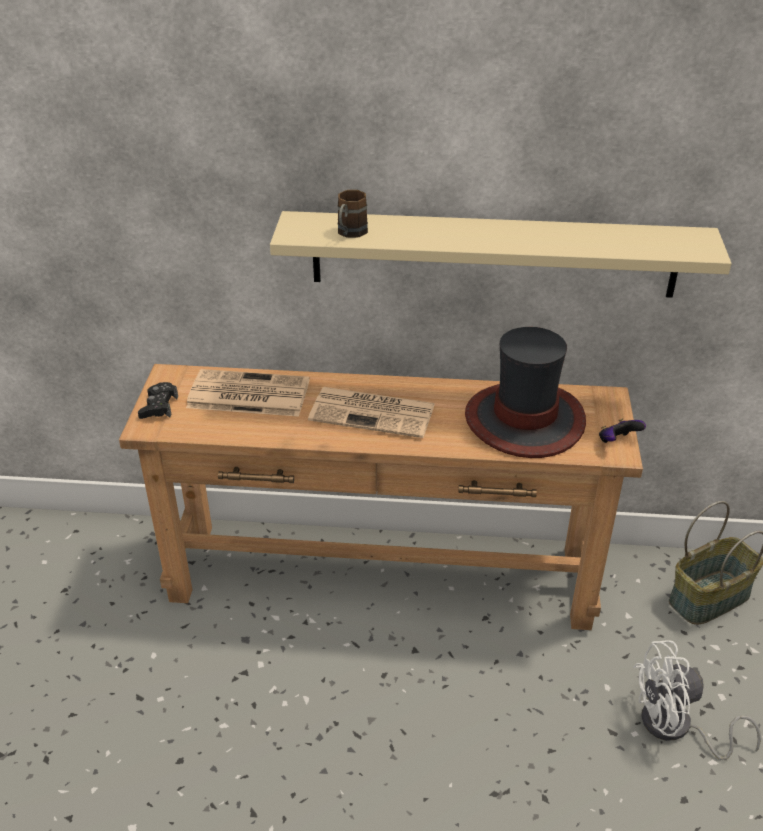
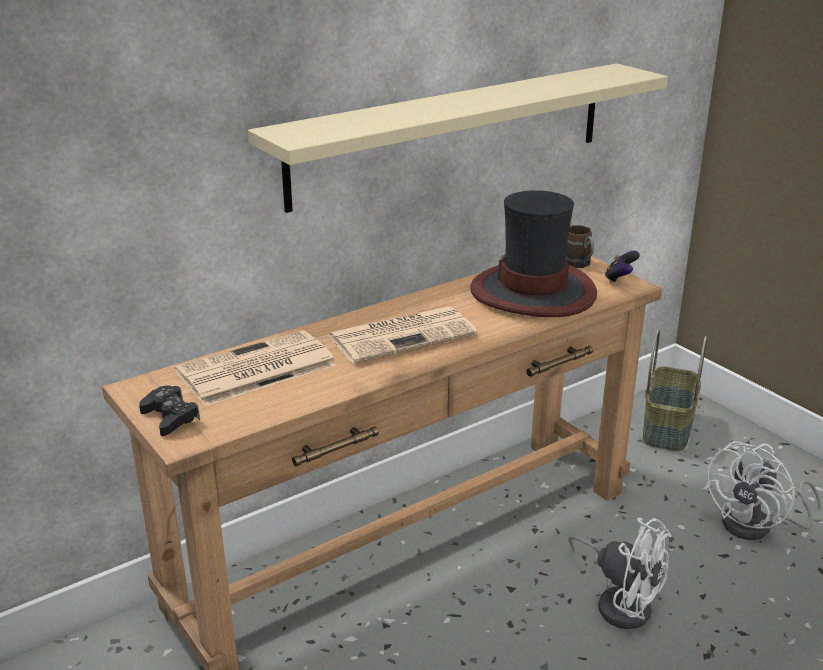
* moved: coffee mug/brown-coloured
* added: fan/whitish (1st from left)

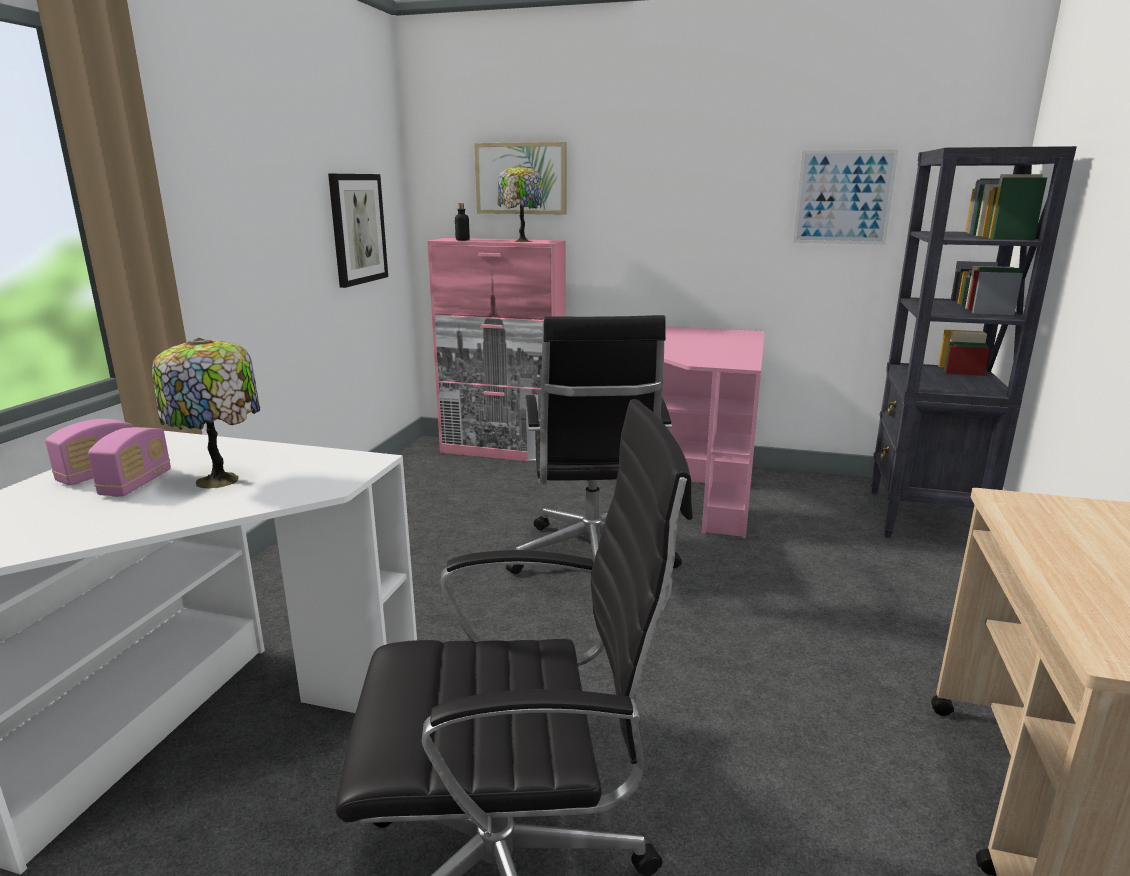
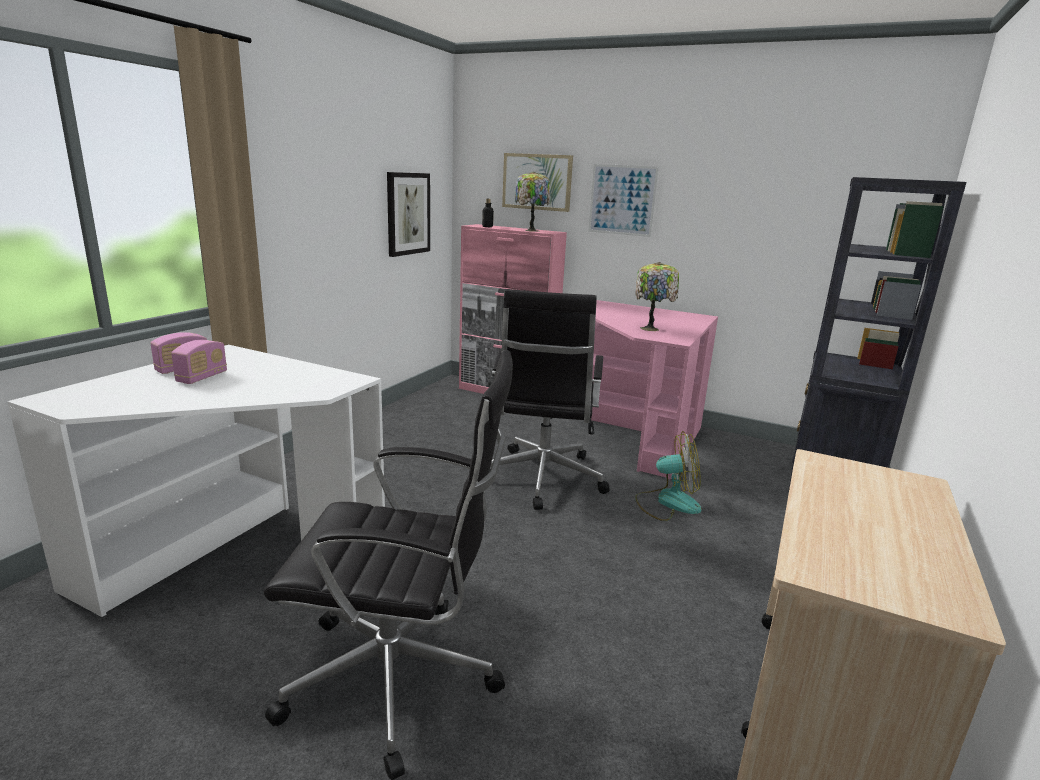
* moved: wall art (3rd from left)
* moved: lamp for a table (1st from left in the first image) to lamp for a table (2nd from left)
* added: fan

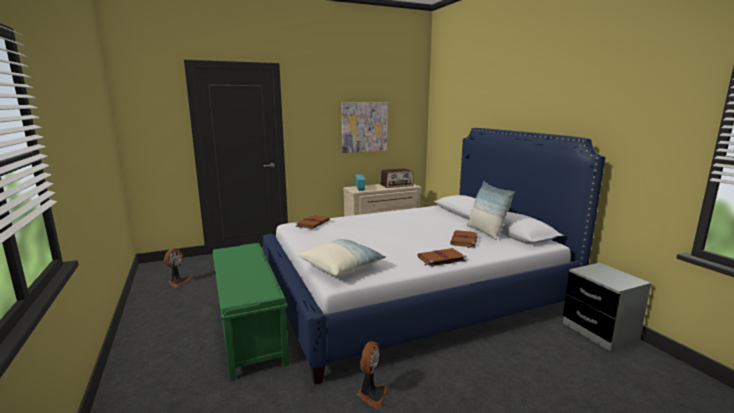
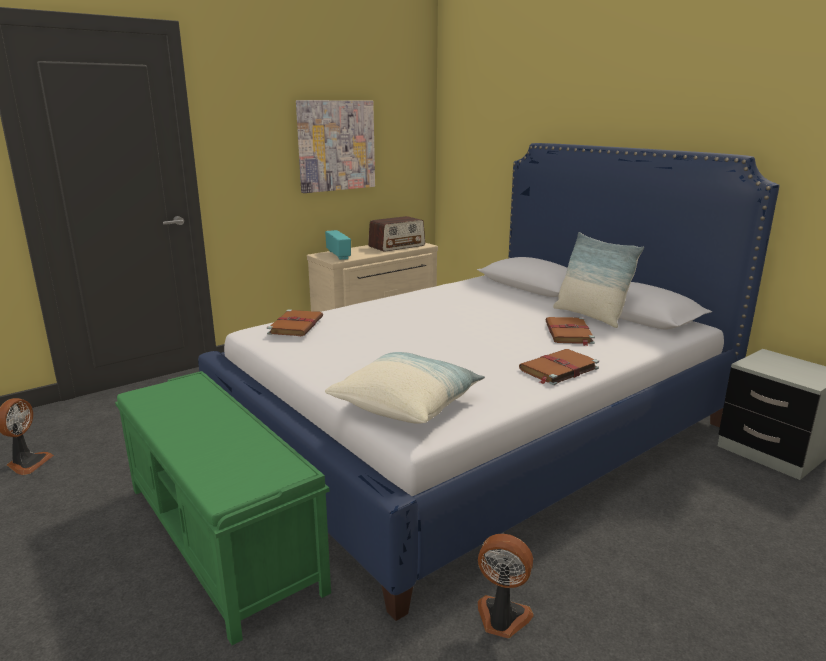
* turned: fan (2nd from left) 75 degrees counterclockwise

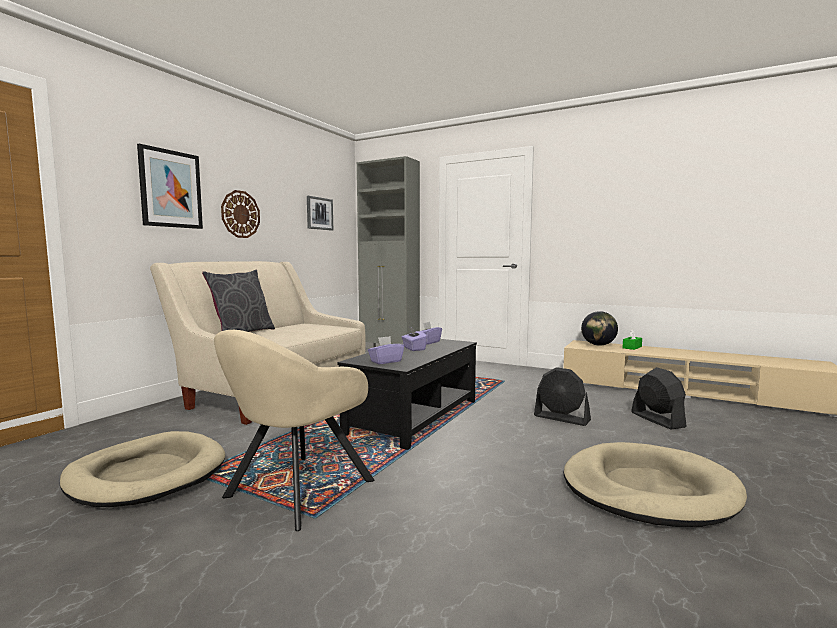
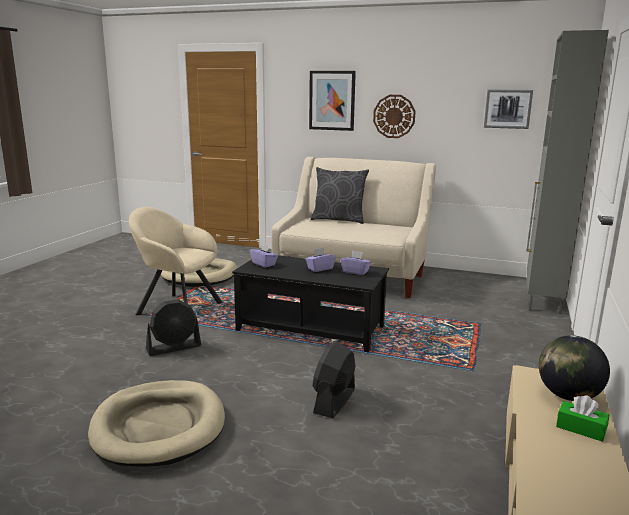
* moved: fan/black (2nd from left in the first image) to fan/black (1st from left)

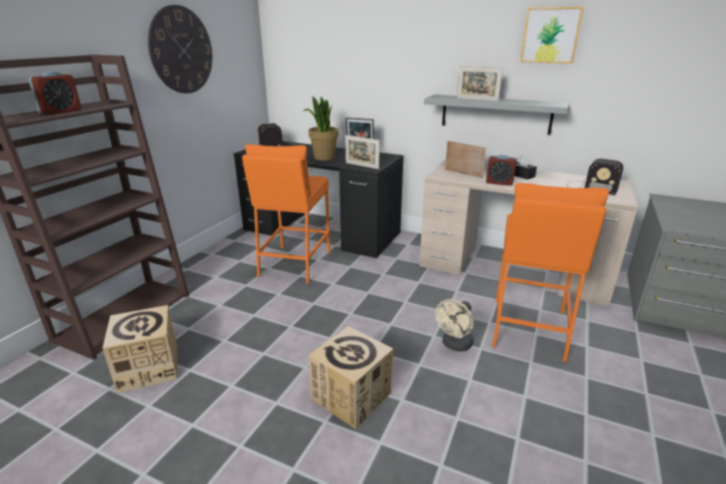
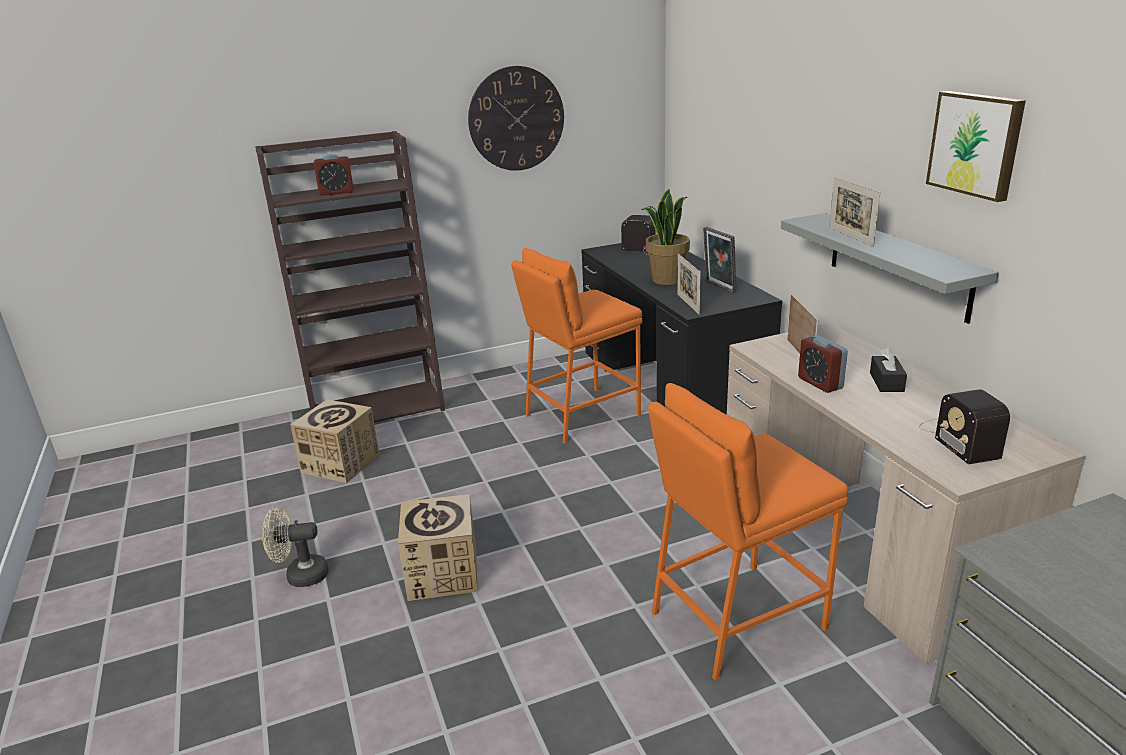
* moved: fan/sand-coloured

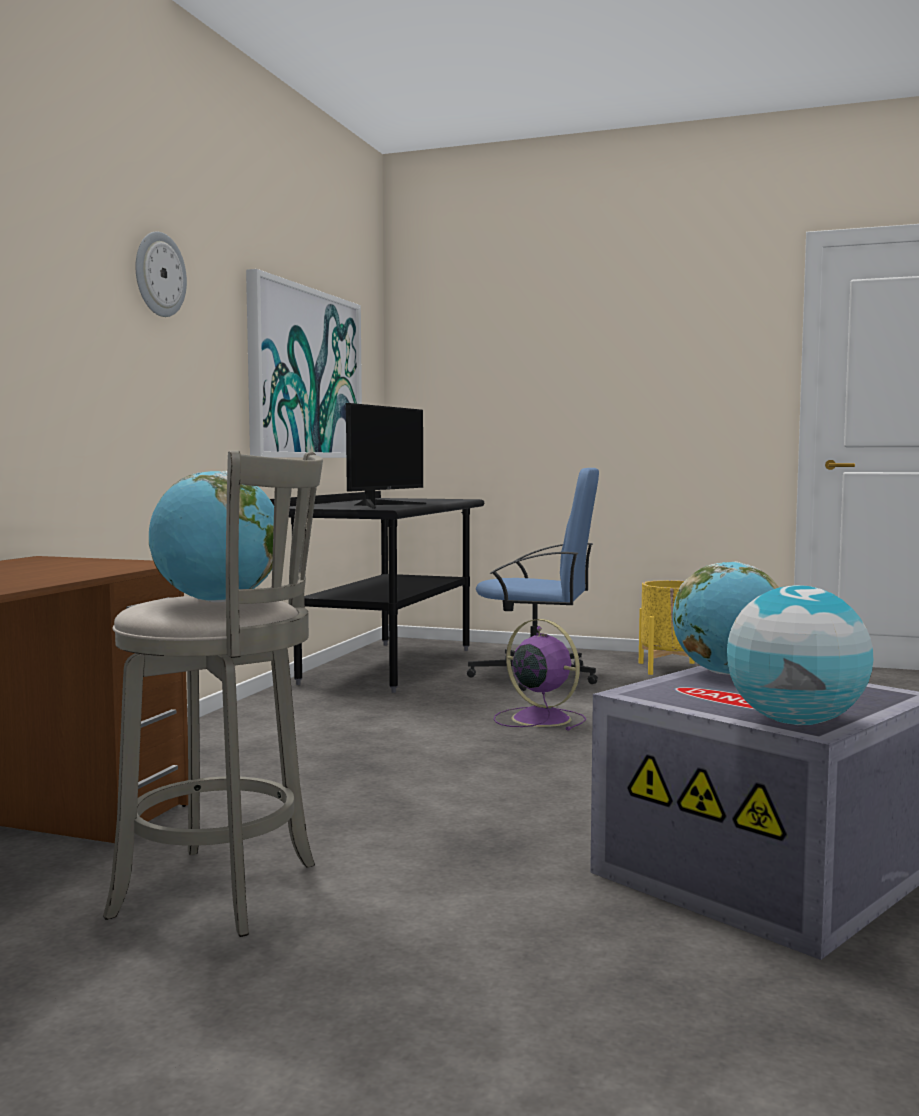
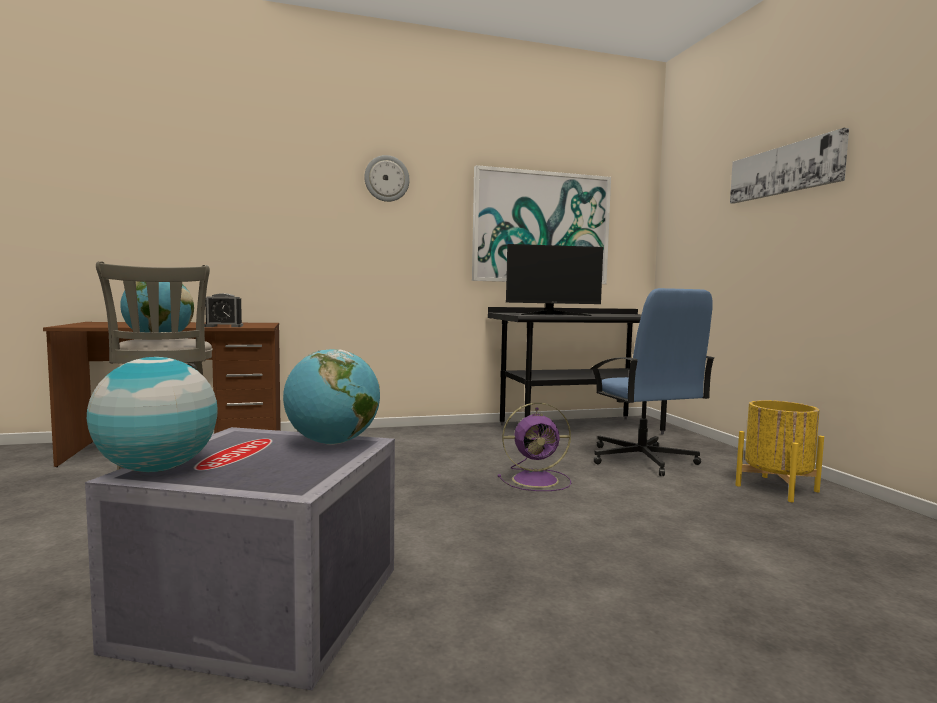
* turned: fan/purple-coloured 75 degrees clockwise
* added: wall art (2nd from left)
* added: table clock

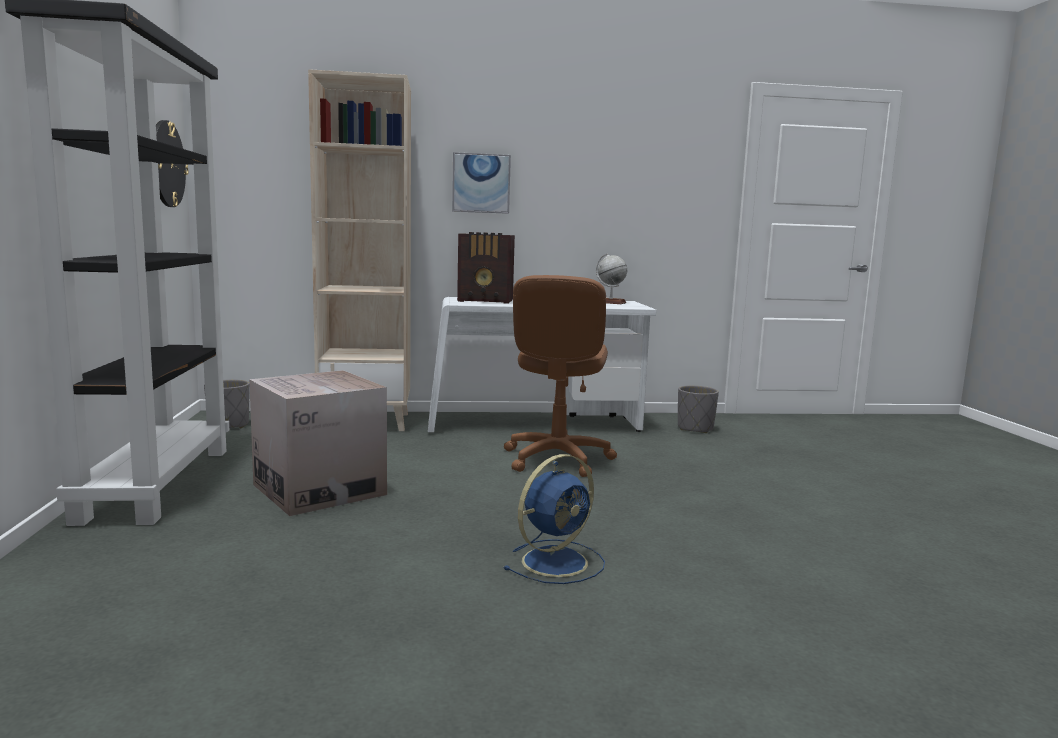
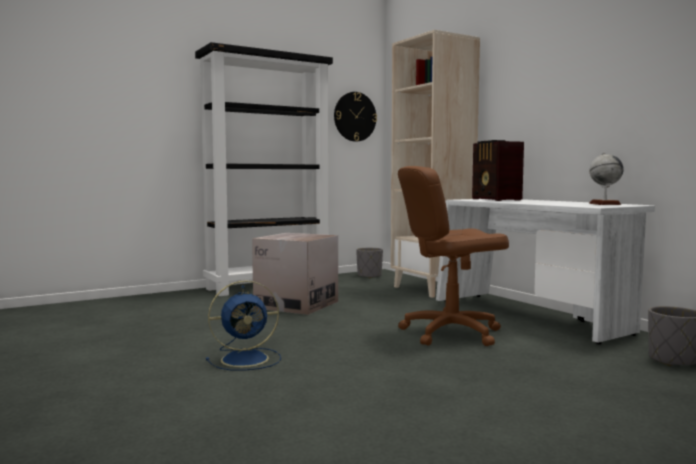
* removed: wall art
* turned: fan/blue-coloured 45 degrees counterclockwise

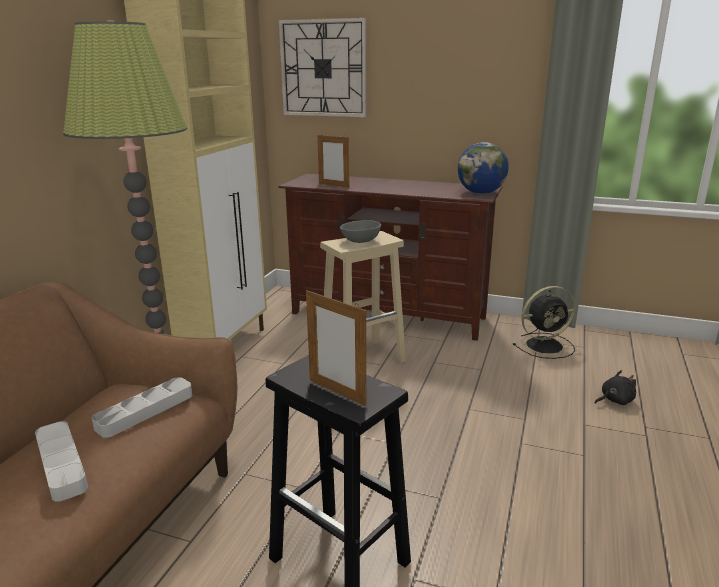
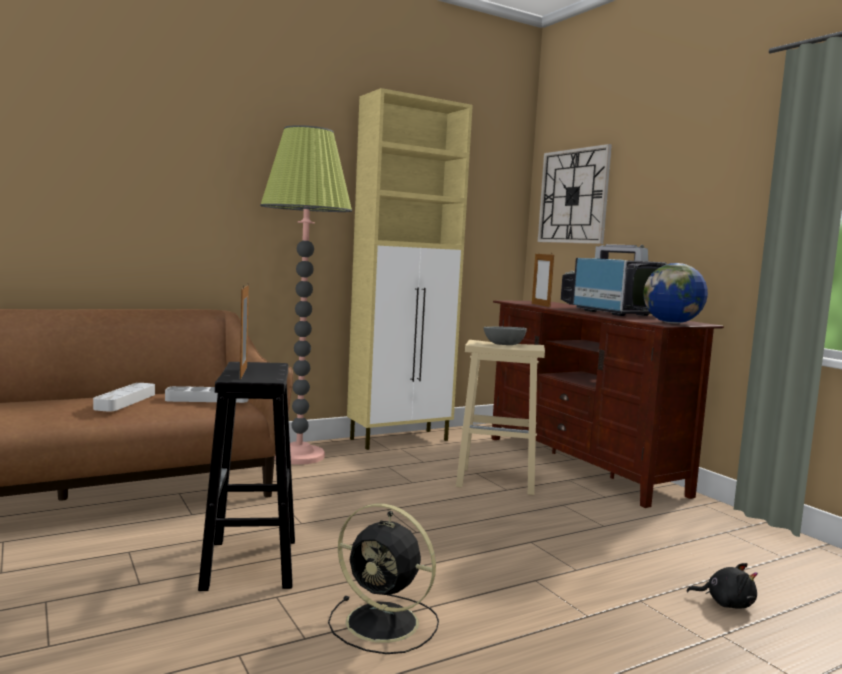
* moved: fan/black
* added: TV set

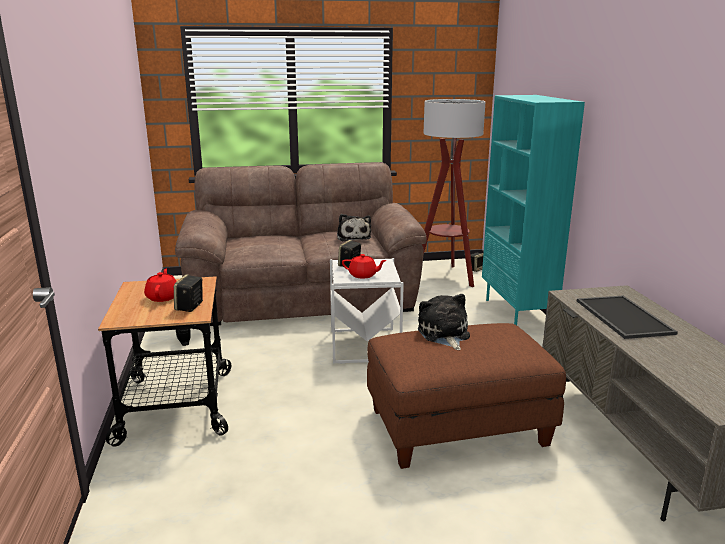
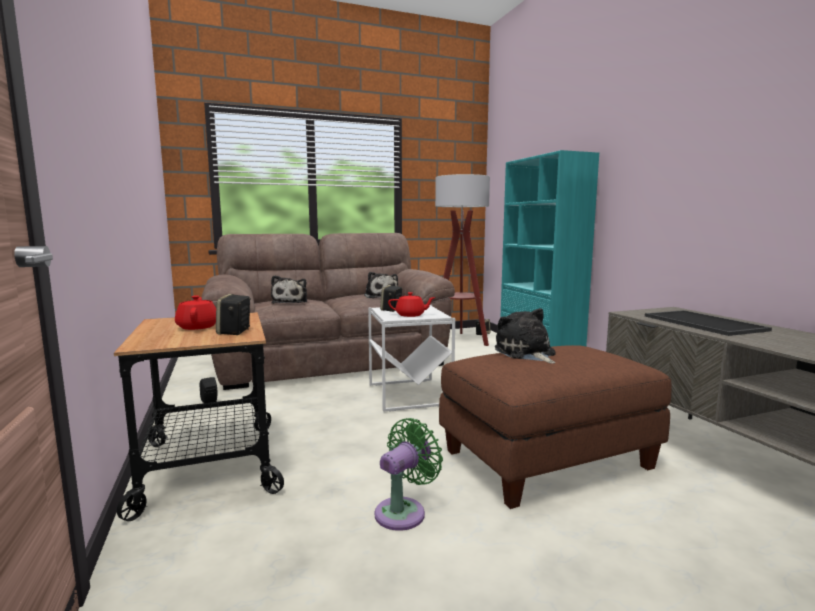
* added: cuddly toy (1st from left)
* added: fan/greenish

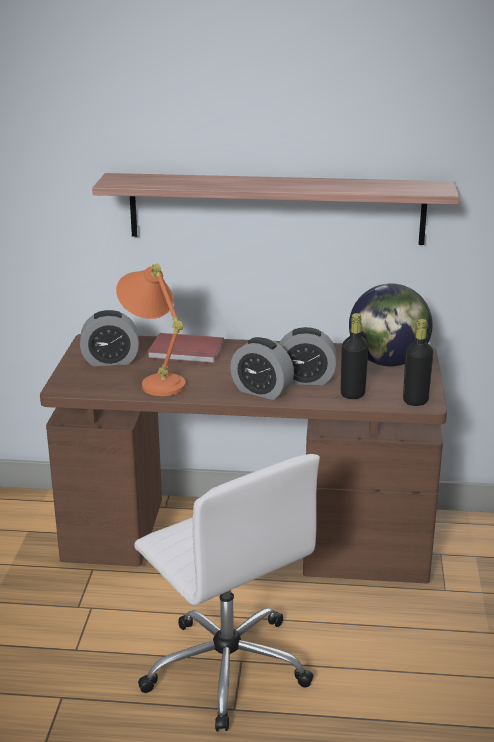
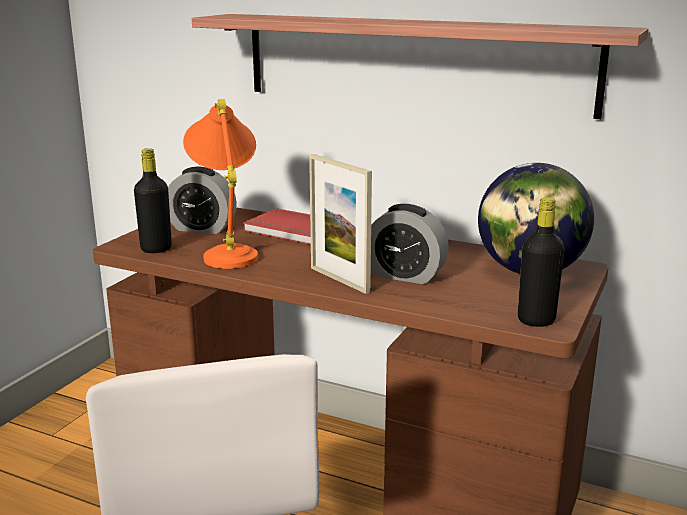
* moved: bottle/black (1st from left)
* replaced: table clock (2nd from left) to photo frame

